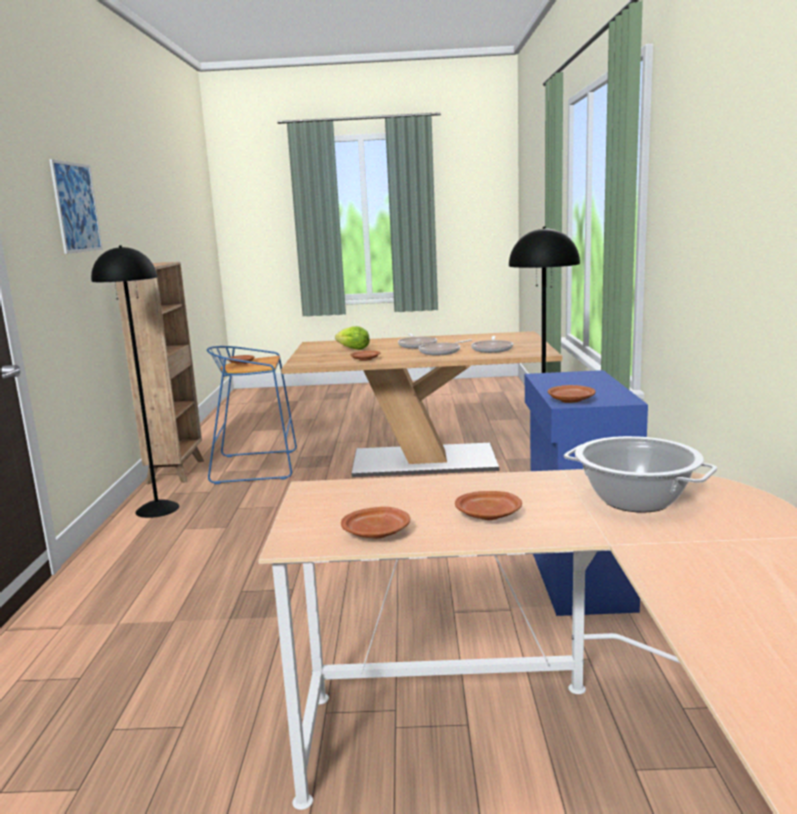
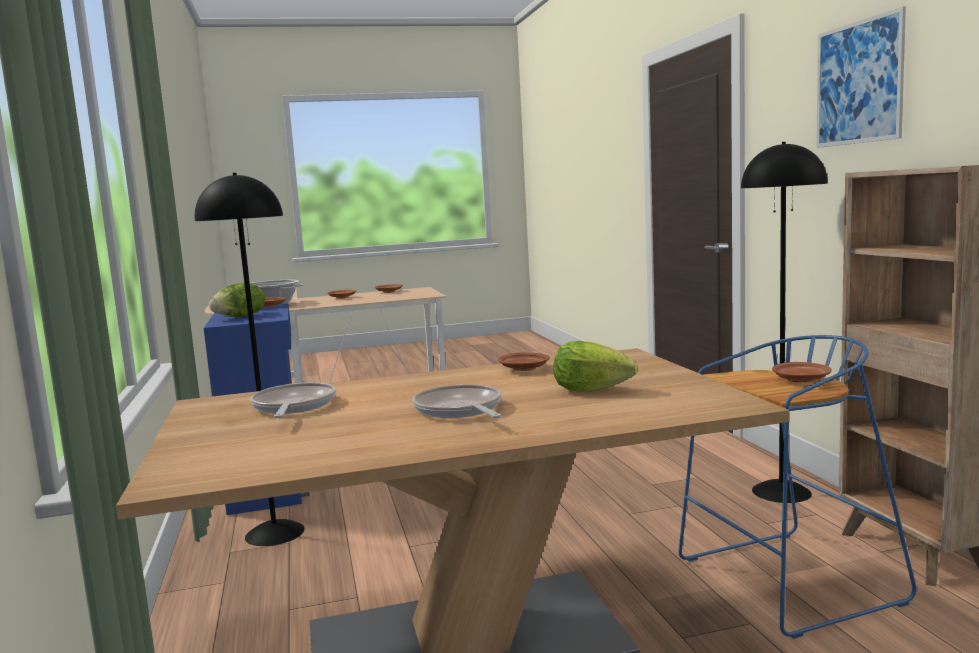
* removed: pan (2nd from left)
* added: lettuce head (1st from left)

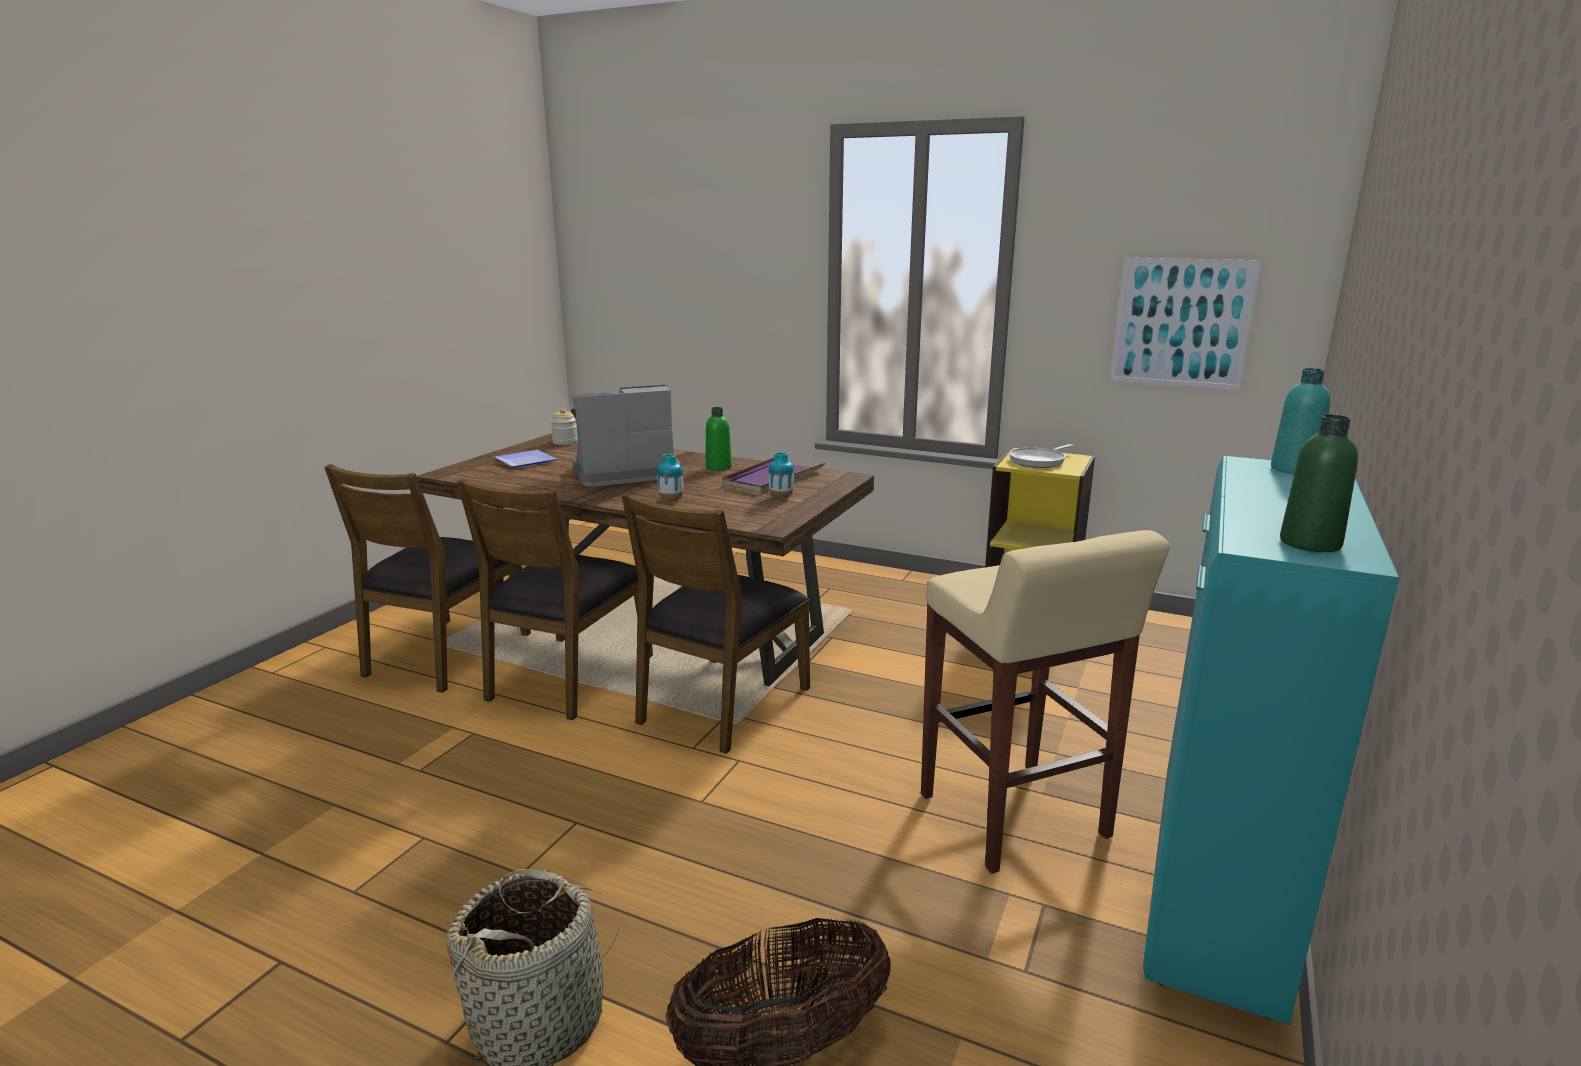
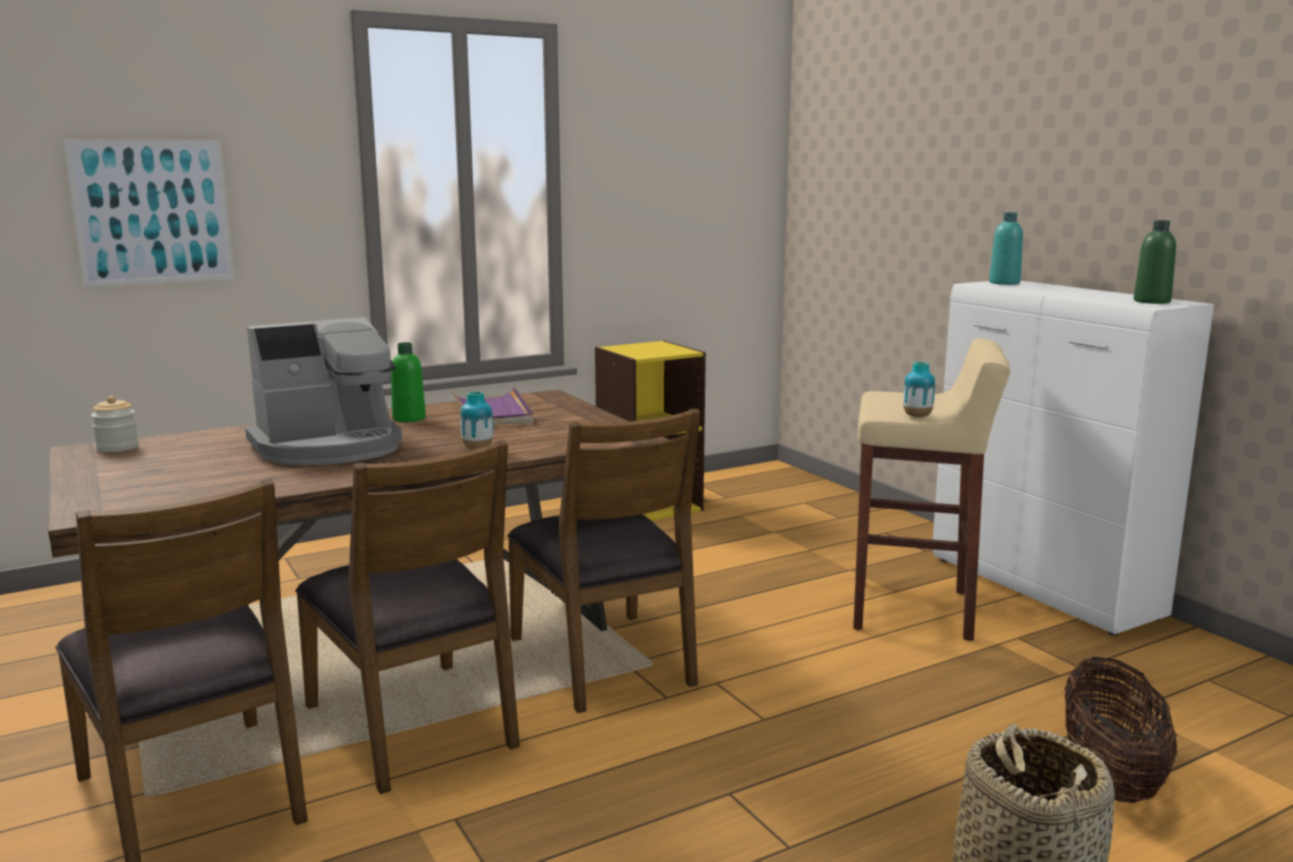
* moved: wall art
* turned: coffee brewer 135 degrees counterclockwise
* removed: pan
* removed: plate
* moved: flower vase (2nd from left)
* recoloured: cupboard/turquoise-coloured to cupboard/whitish

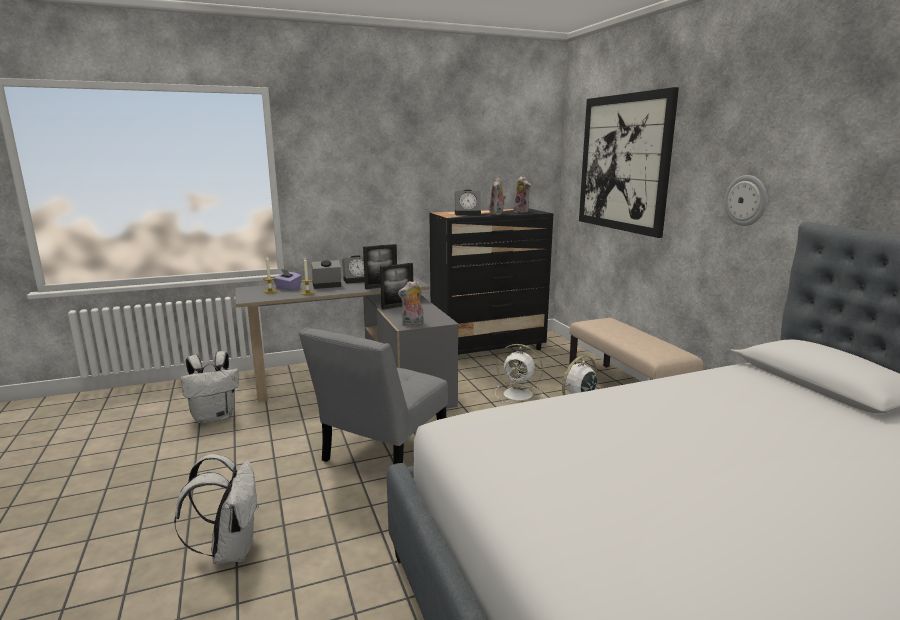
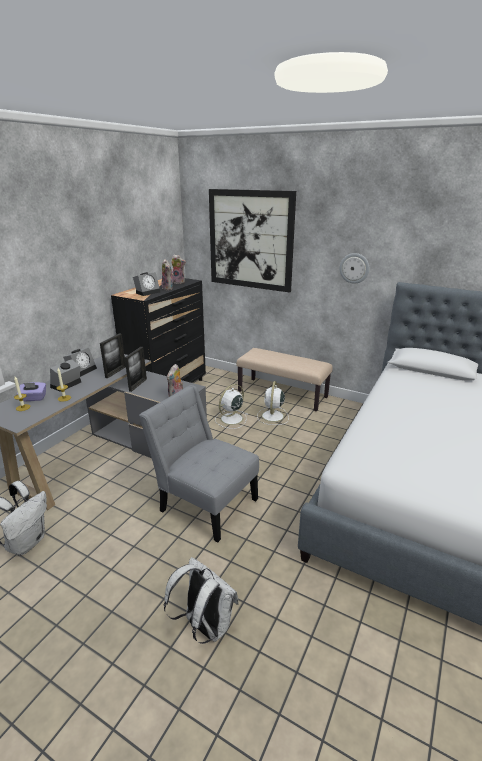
* turned: upright chair/greyish 135 degrees clockwise
* turned: fan/whitish (1st from left) 150 degrees clockwise

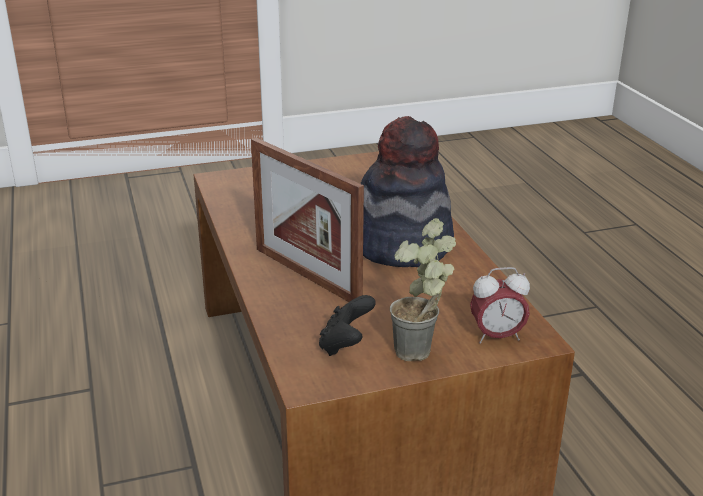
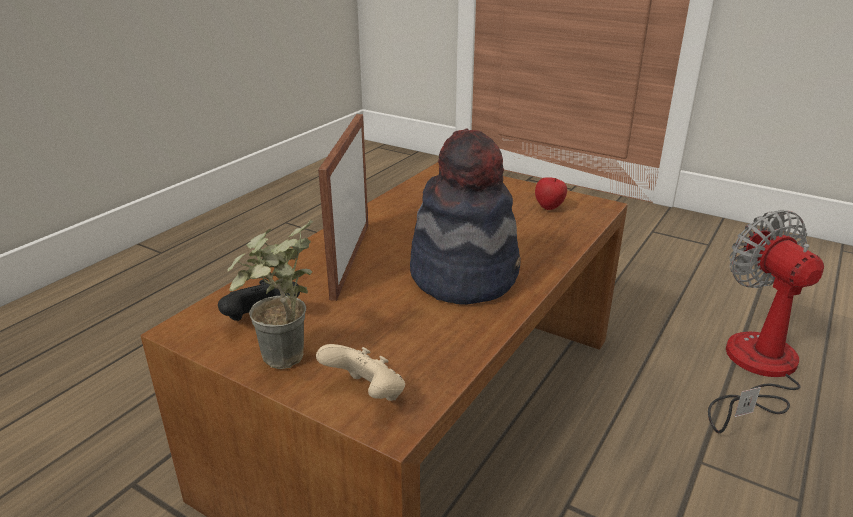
* replaced: table clock to joypad/sand-coloured
* added: whole apple
* added: fan

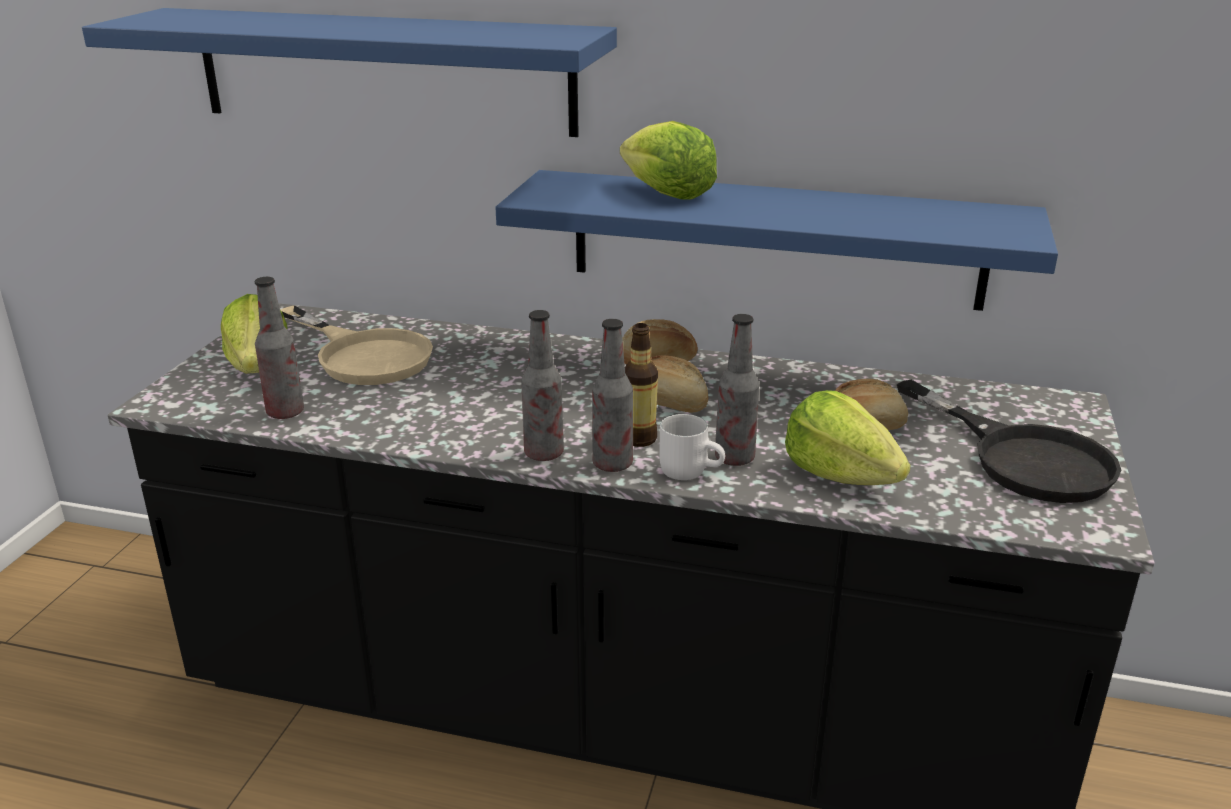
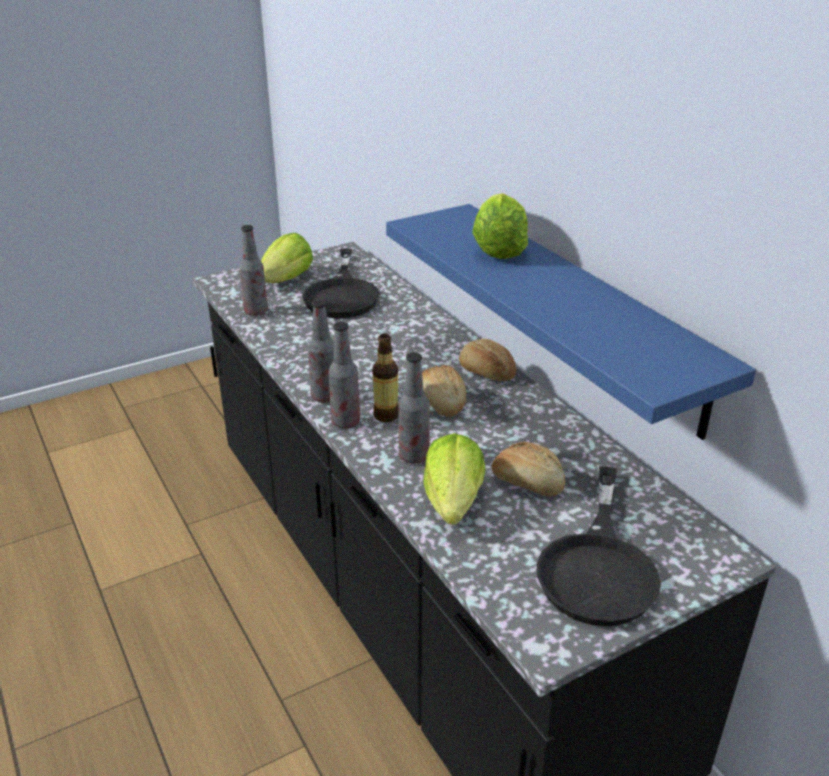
* removed: wall shelf/blue-coloured (1st from left)
* recoloured: pan/sand-coloured to pan/black (1st from left)
* removed: coffee mug/whitish

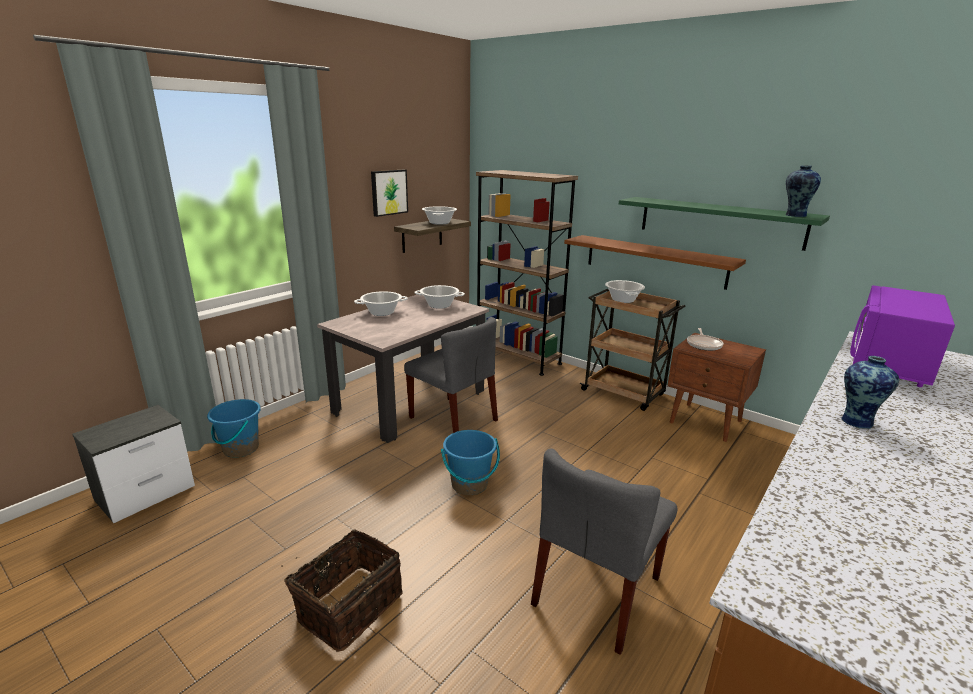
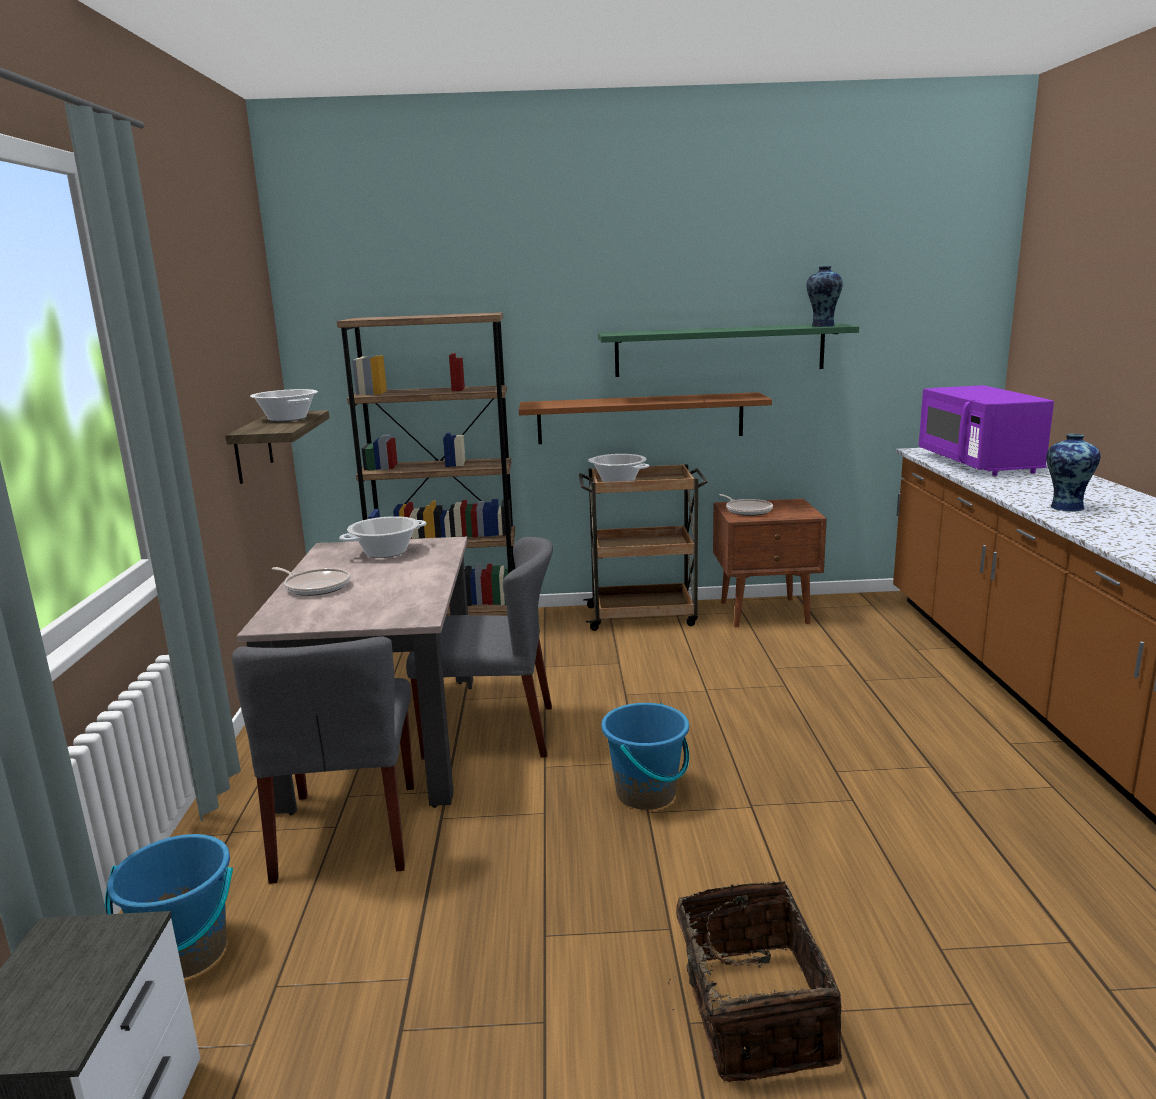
* removed: wall art
* replaced: saucepot (1st from left) to pan (1st from left)
* moved: upright chair/greyish (2nd from left in the first image) to upright chair/greyish (1st from left)

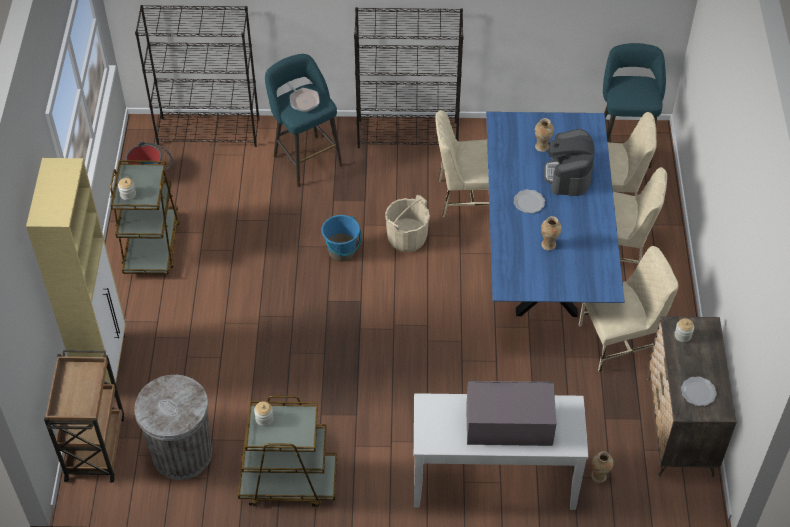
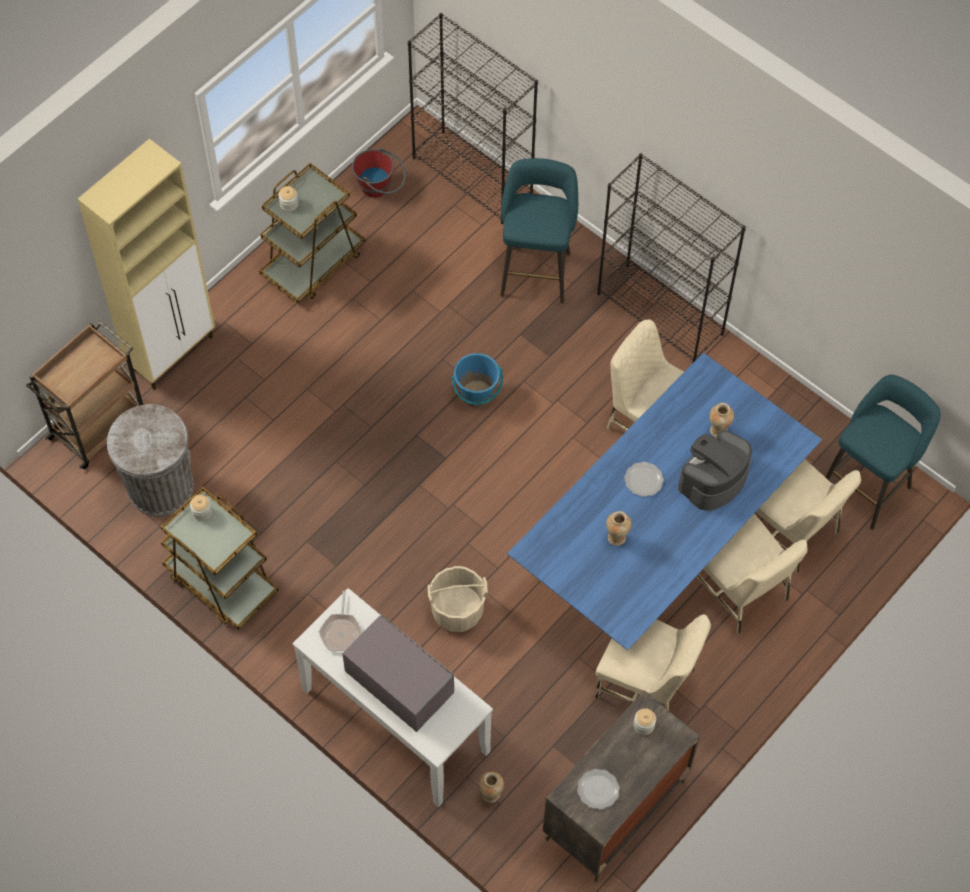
* moved: pan
* moved: water bucket/sand-coloured

